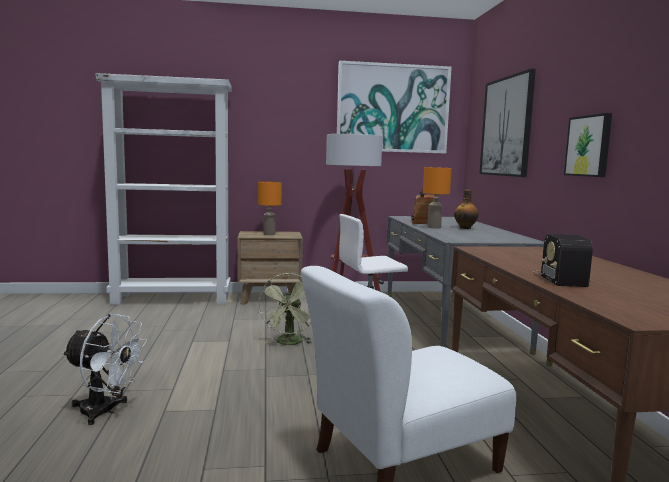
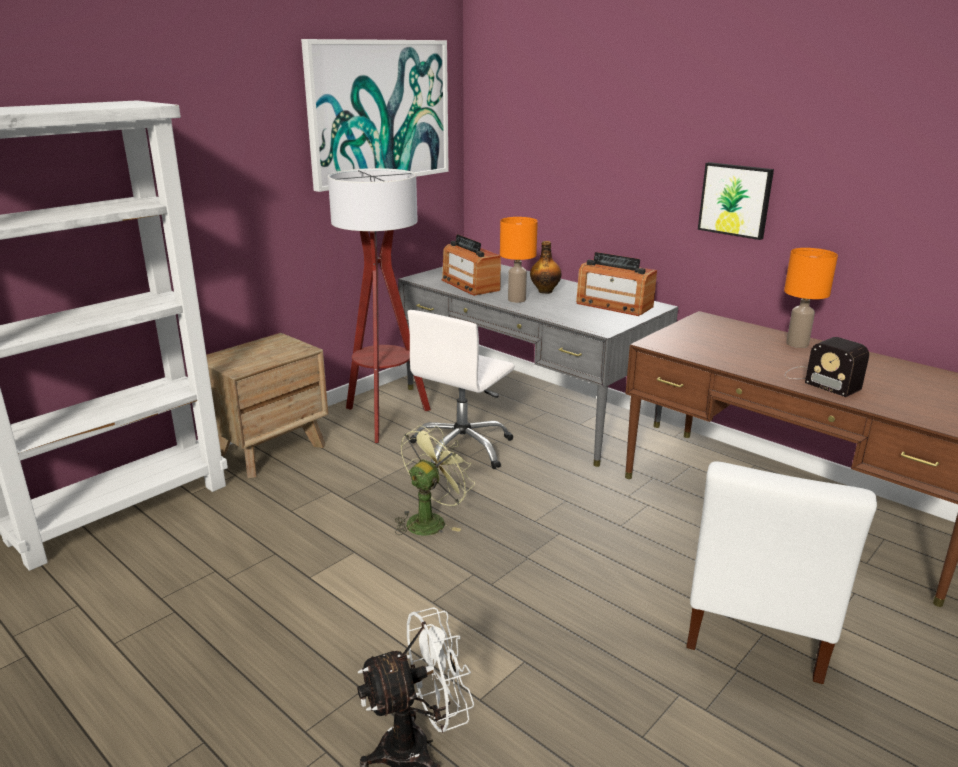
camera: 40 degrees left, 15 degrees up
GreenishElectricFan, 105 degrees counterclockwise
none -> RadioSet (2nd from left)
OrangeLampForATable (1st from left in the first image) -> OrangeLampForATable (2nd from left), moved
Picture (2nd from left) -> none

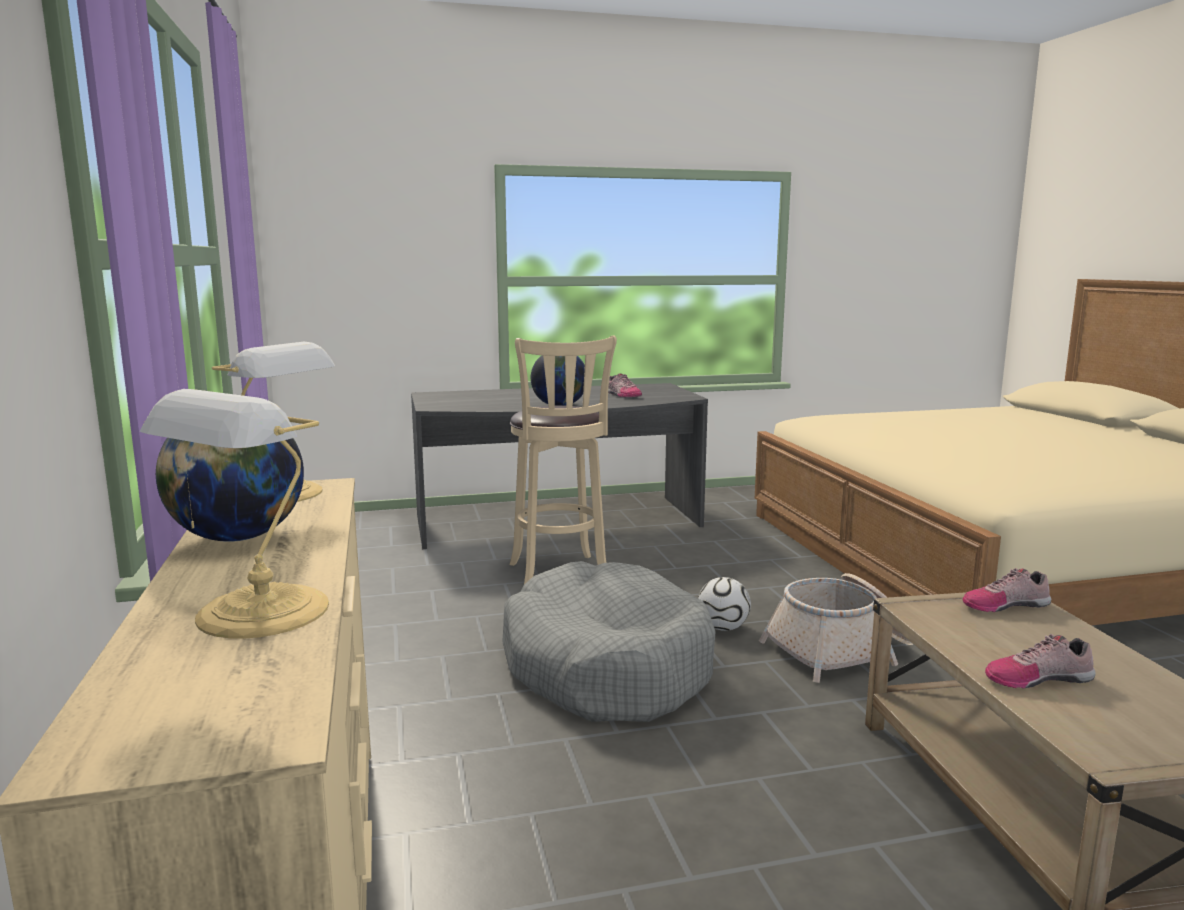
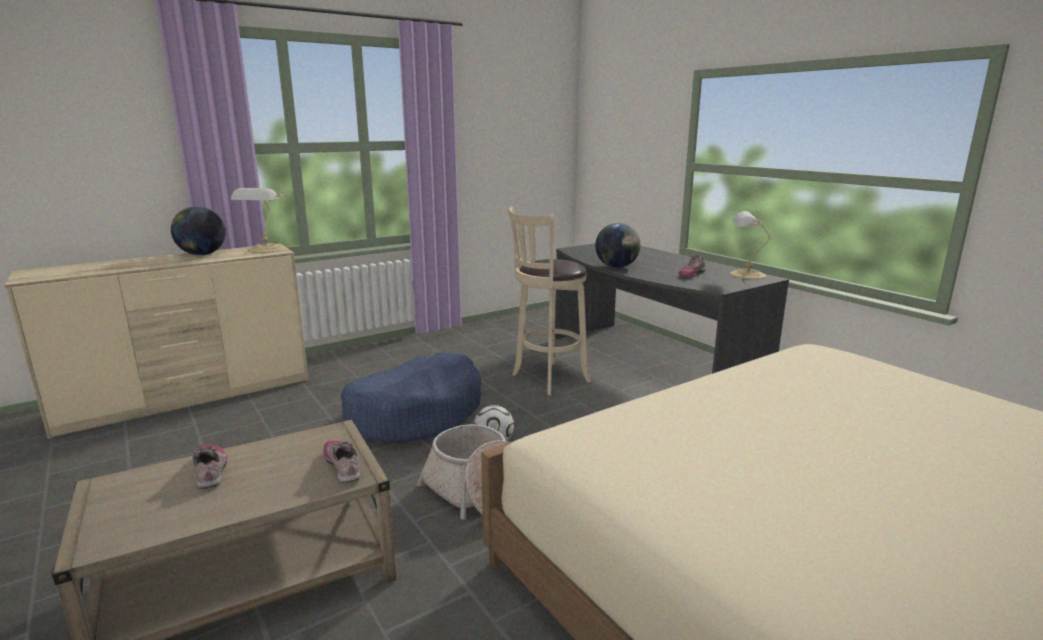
camera: 70 degrees right, 5 degrees up
GreyishDogCushion -> BlueDogCushion
LampForATable (1st from left in the first image) -> LampForATable (2nd from left), moved

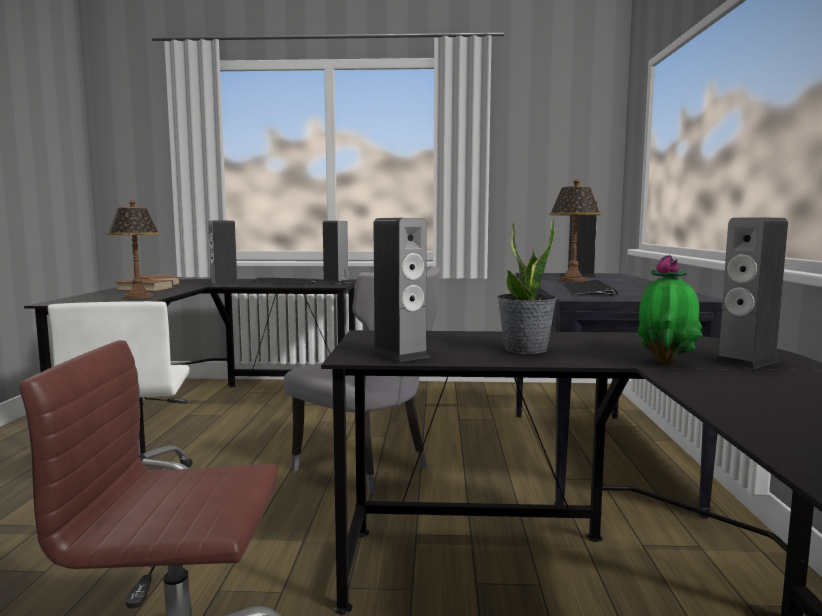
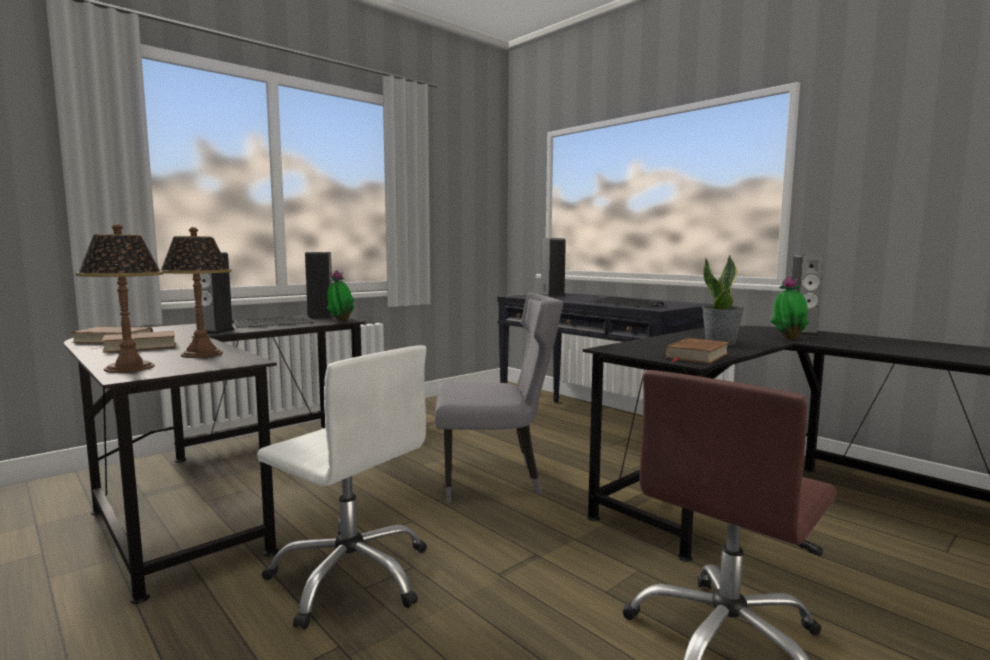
camera: 45 degrees left, 0 degrees up
LampForATable (2nd from left in the first image) -> LampForATable (1st from left), moved
none -> PottedPlant (1st from left)
AudioSpeaker (3rd from left) -> BrownVolume (3rd from left)

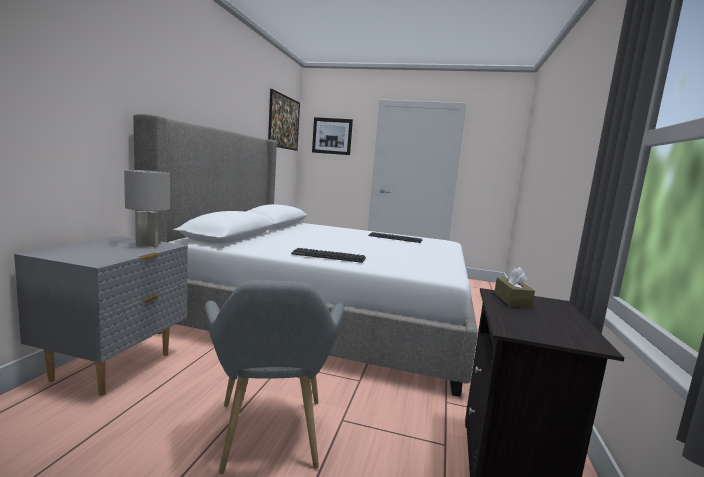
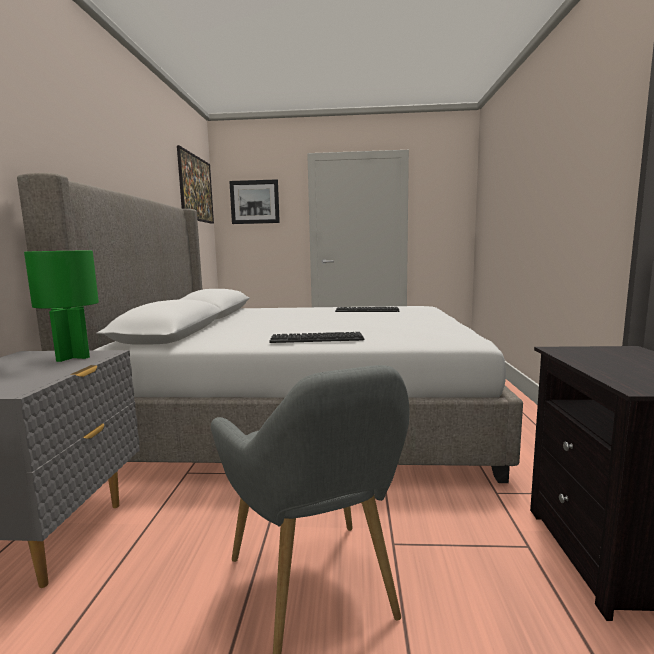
camera: 10 degrees left, 0 degrees up
GreyishLampForATable -> GreenishLampForATable
BrownTissueBox -> none

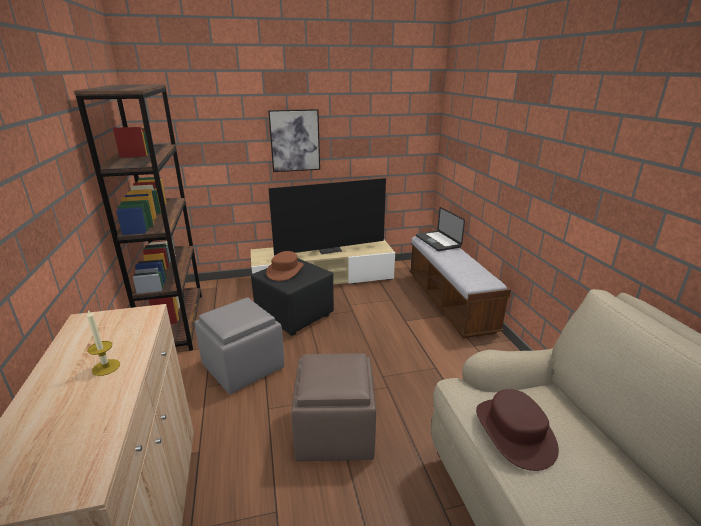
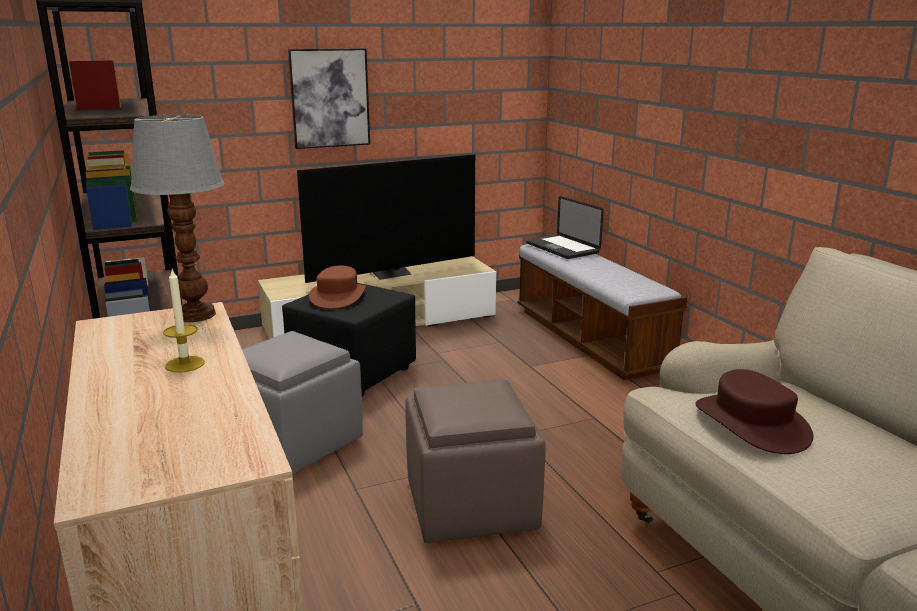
camera: 10 degrees left, 5 degrees down
none -> LampForATable

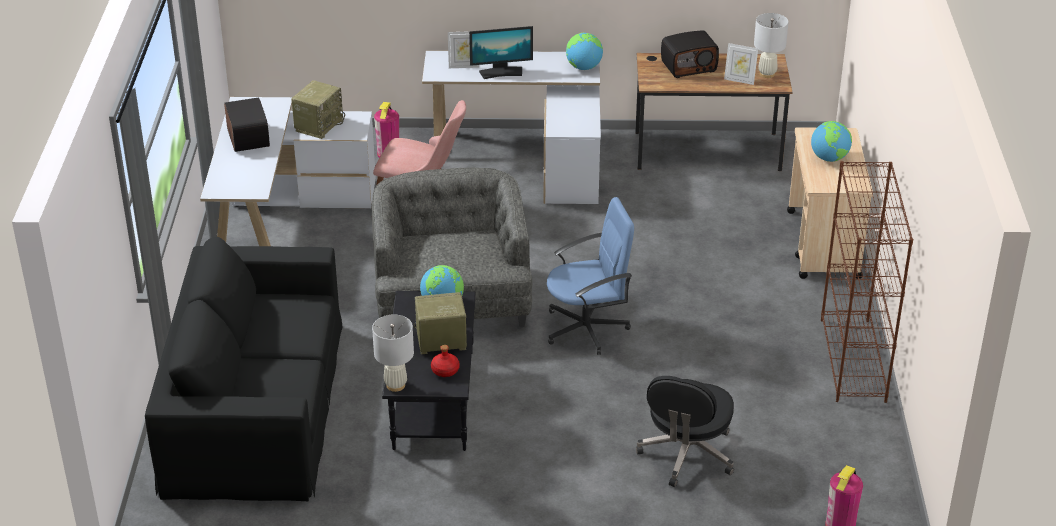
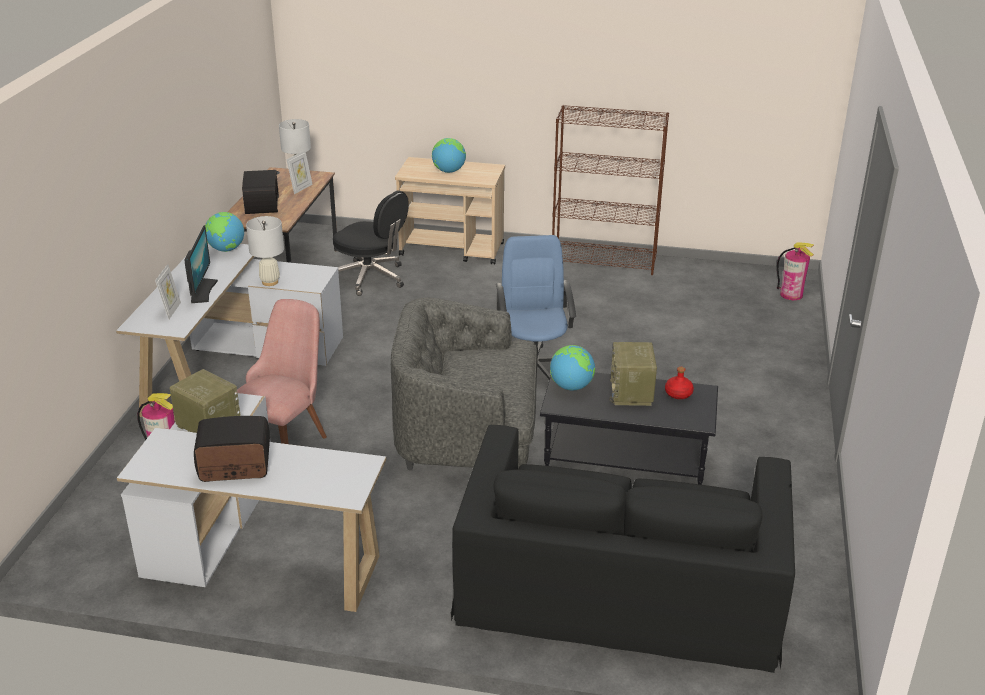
camera: 80 degrees left, 5 degrees down
WhiteColouredLampForATable (1st from left), moved
BlackOfficeChair, moved

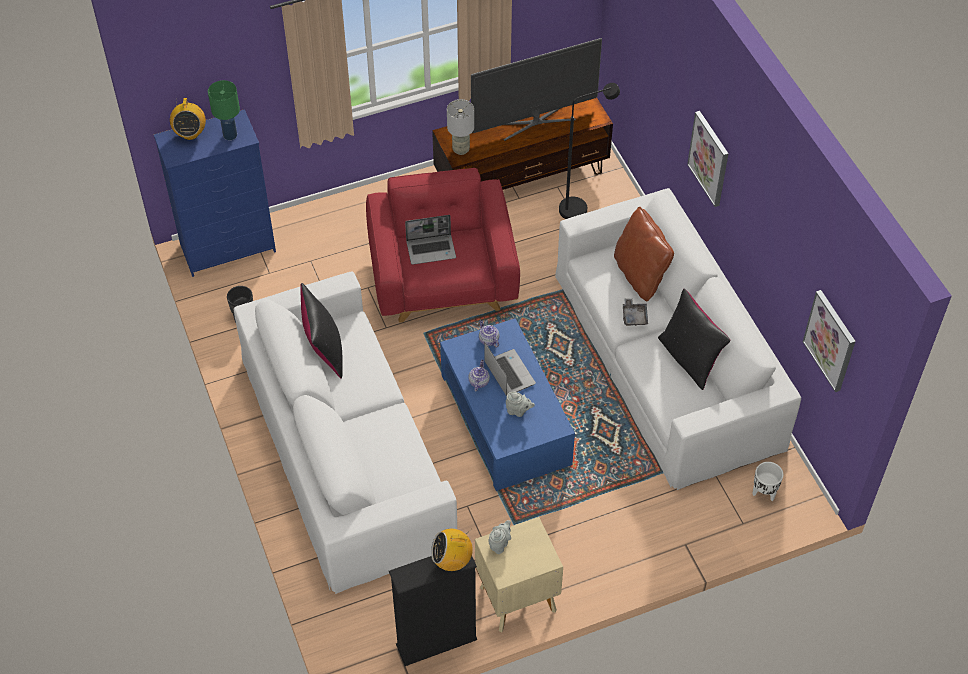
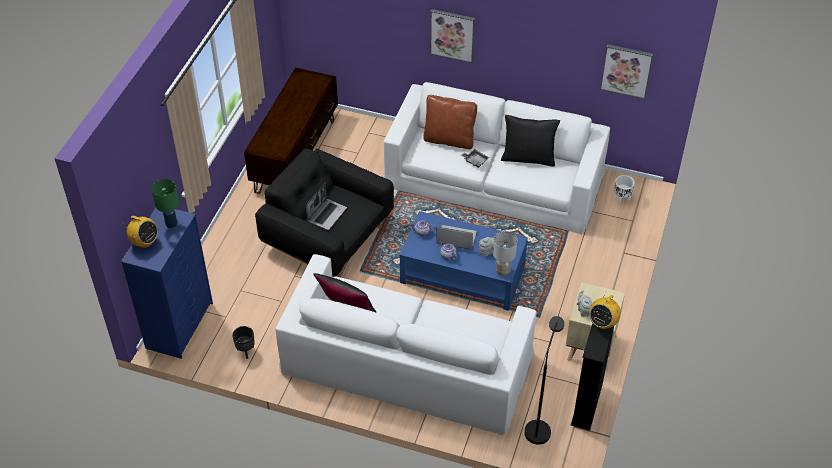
camera: 50 degrees left, 5 degrees down
RedColouredLoungeChair -> BlackLoungeChair
GreyishLampForATable, moved
BlackStandingLamp, moved
Television -> none

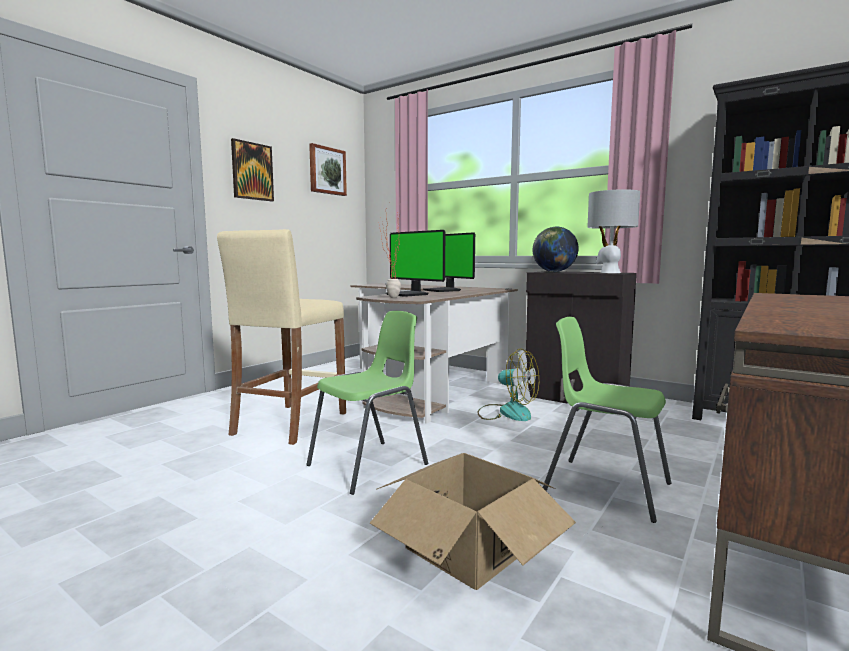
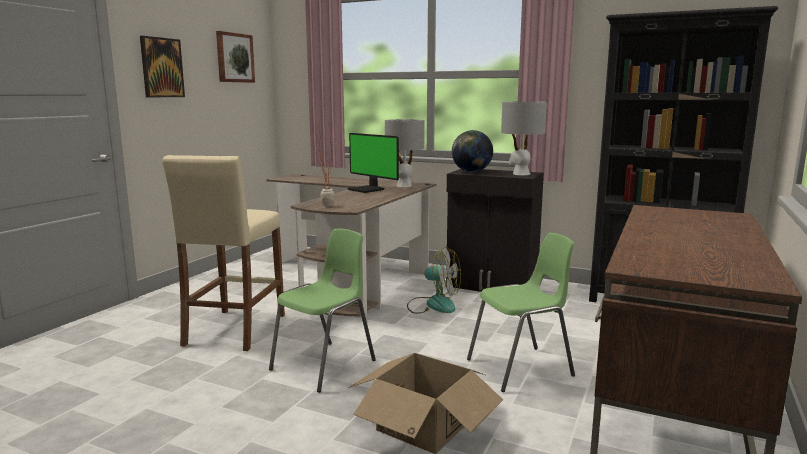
camera: 10 degrees left, 5 degrees up
none -> GreyishLampForATable (1st from left)
GreenishChair (2nd from left), 135 degrees clockwise
ComputerScreen (1st from left) -> none

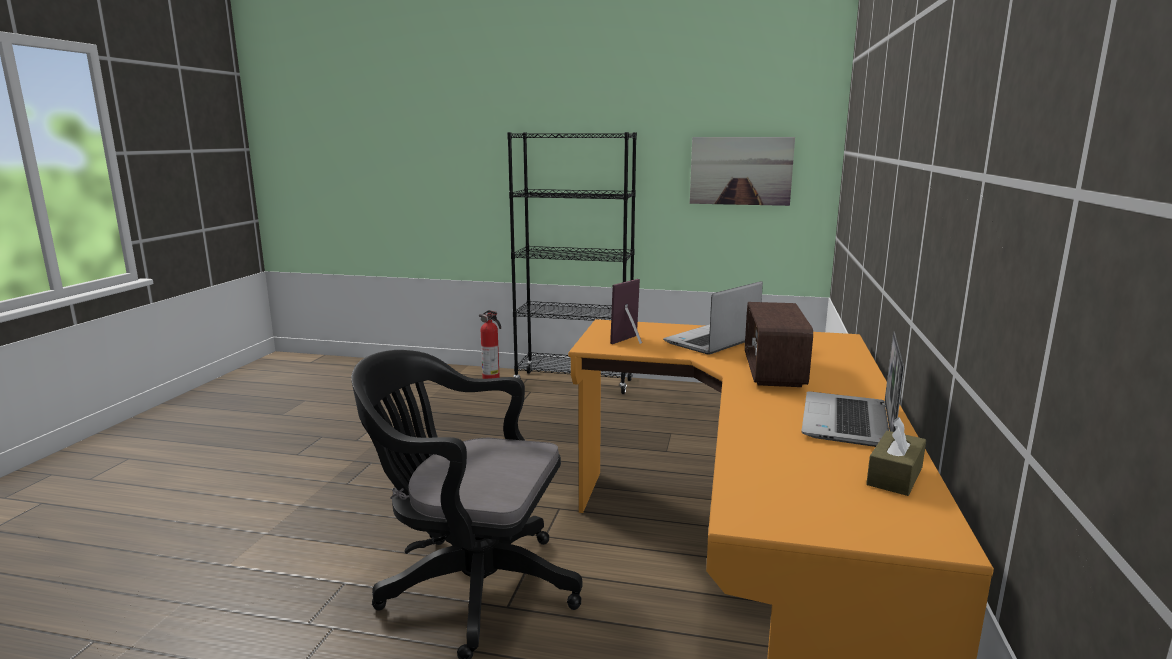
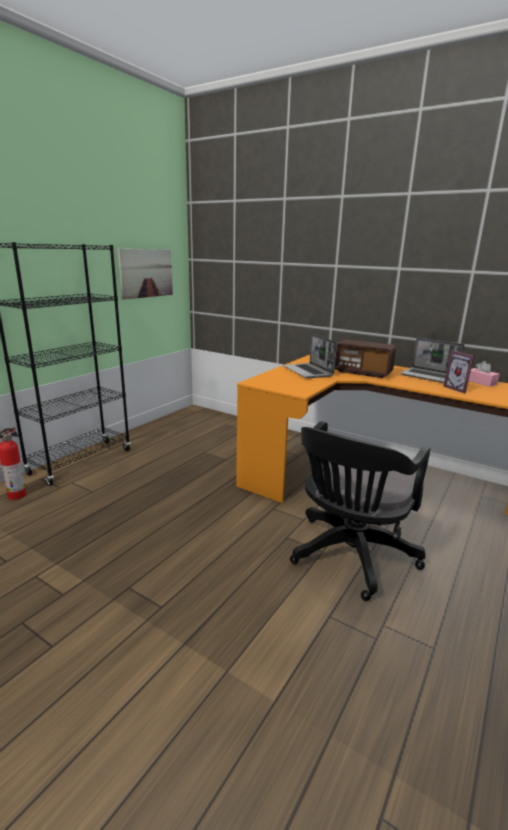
camera: 70 degrees left, 5 degrees up
StandingFrame, moved
BrownTissueBox -> PinkishTissueBox

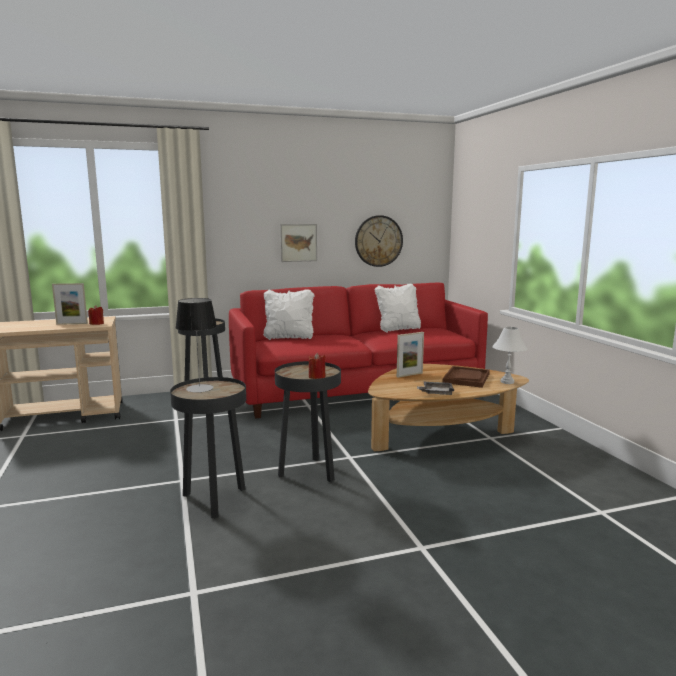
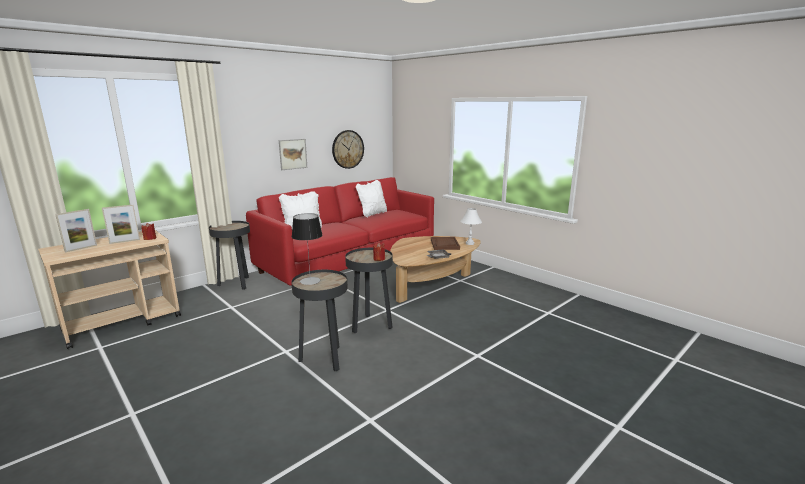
camera: 25 degrees left, 5 degrees up
StandingFrame (2nd from left in the first image) -> StandingFrame (1st from left), moved

